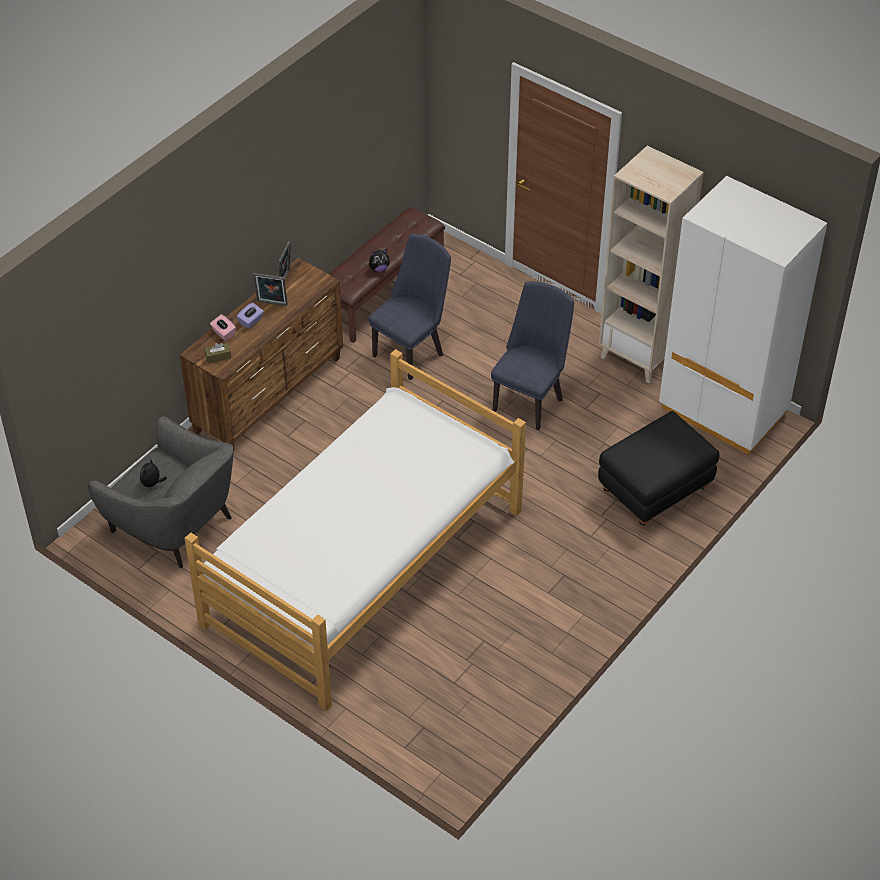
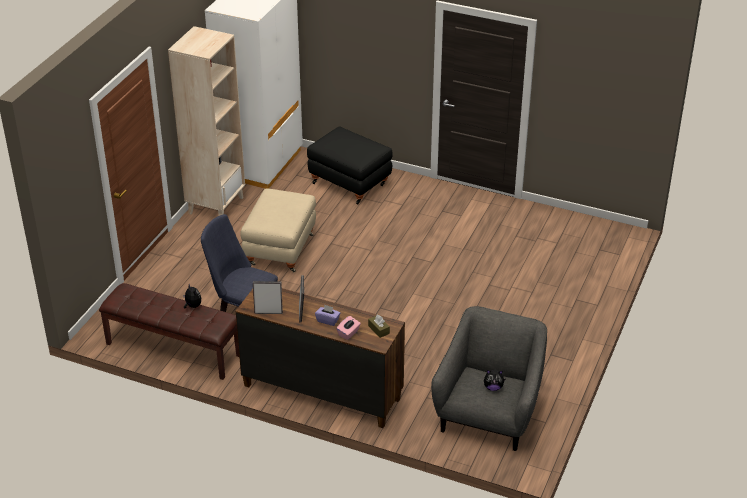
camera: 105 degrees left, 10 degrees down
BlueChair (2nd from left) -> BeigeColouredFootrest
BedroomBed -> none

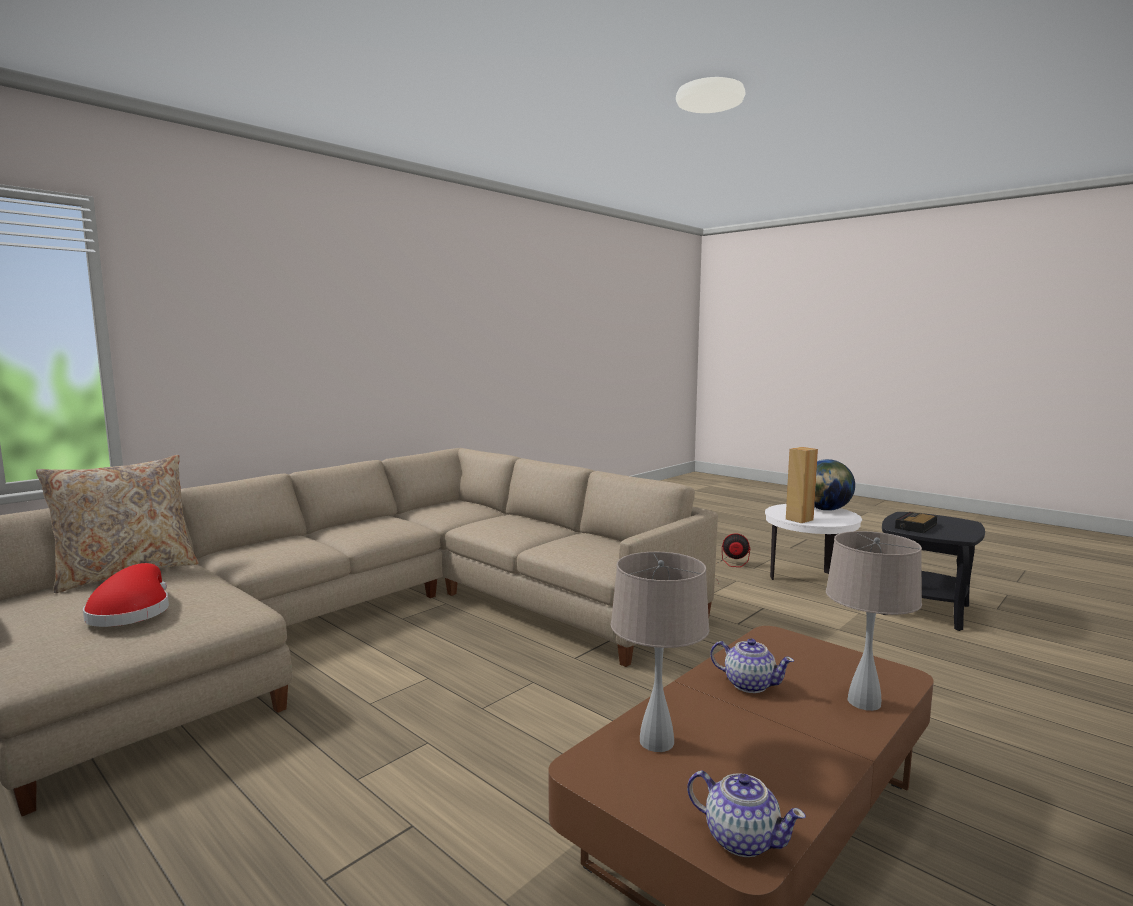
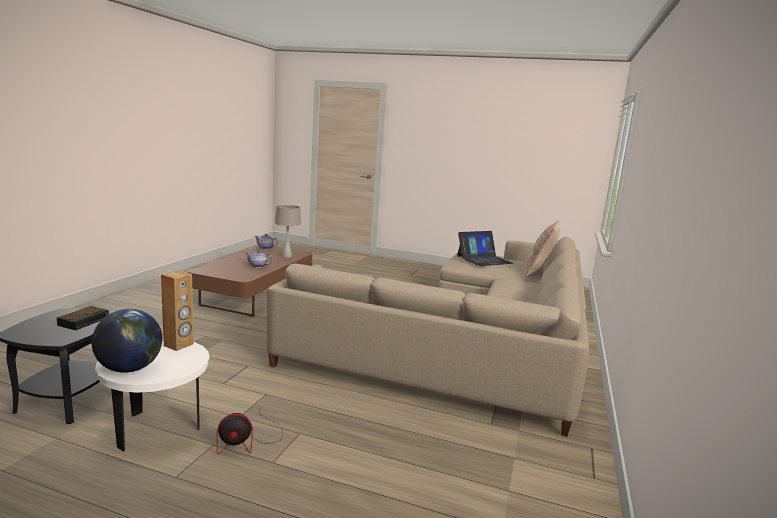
camera: 155 degrees right, 5 degrees up
RedColouredWearableHat -> NotebookComputer
BeigeColouredLampForATable (2nd from left) -> none

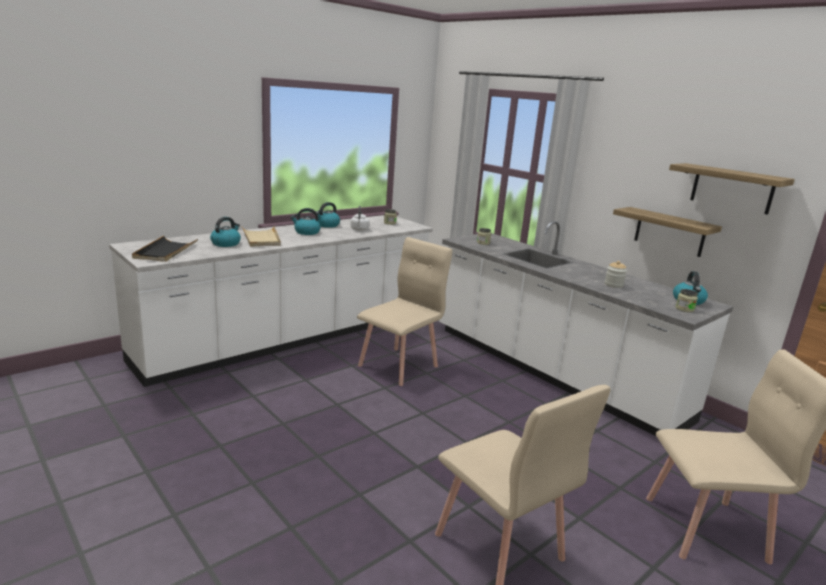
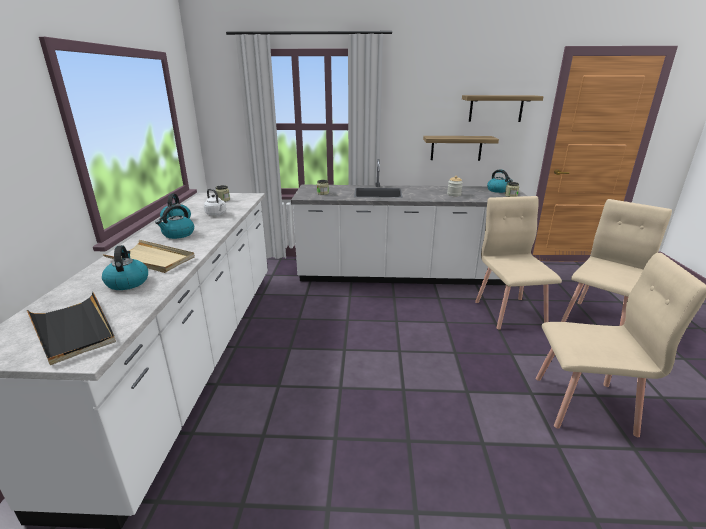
camera: 45 degrees left, 5 degrees up
BeigeColouredChair (1st from left), moved

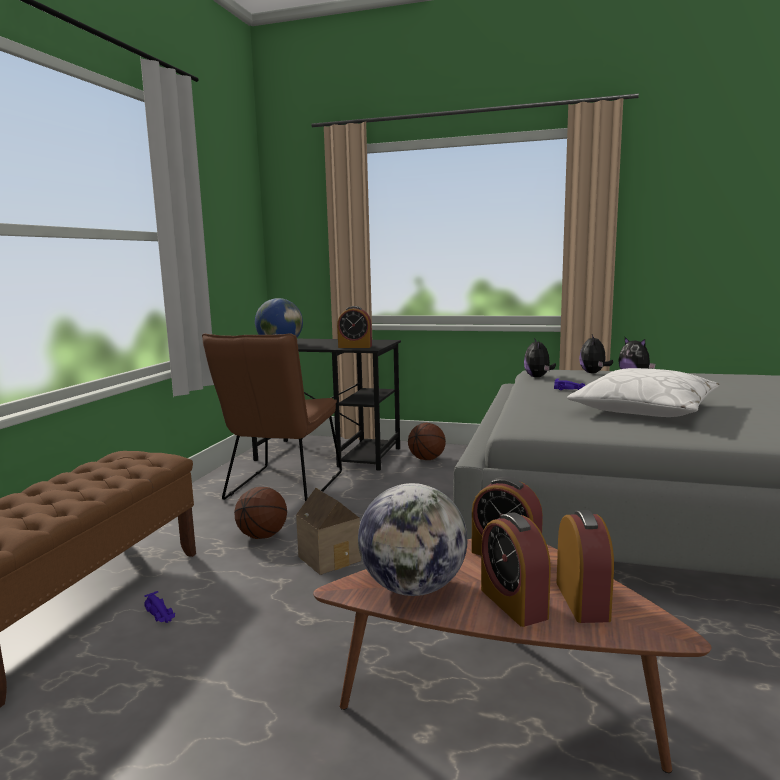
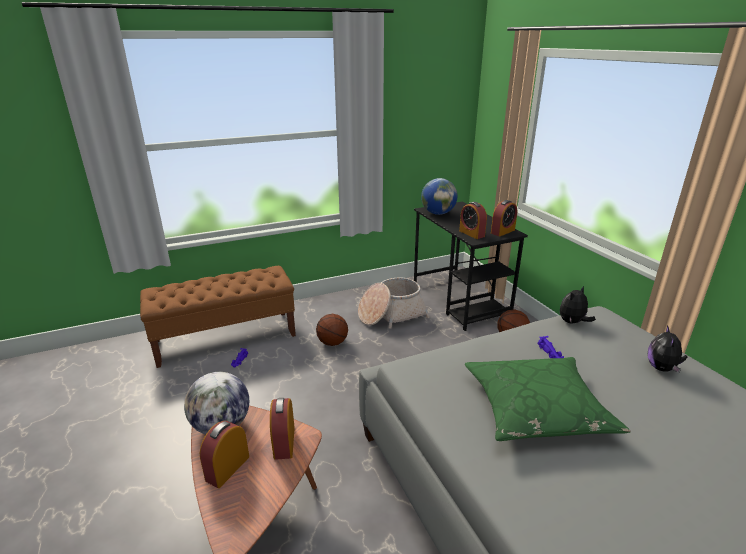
camera: 50 degrees right, 15 degrees up
BrownChair -> Basket
WhiteColouredThrowPillow -> GreenishThrowPillow
BedsideClock (4th from left), moved
MiniatureHouse -> none
SoftToy (2nd from left) -> none

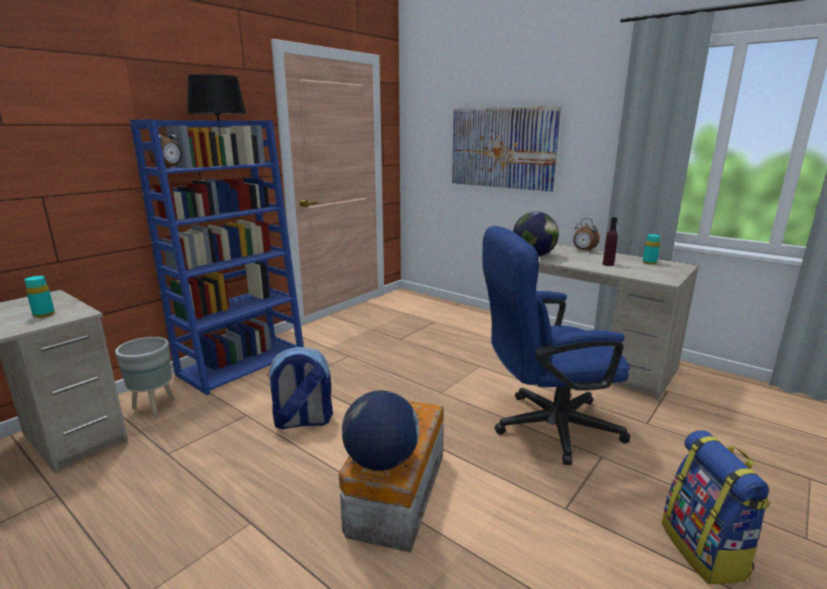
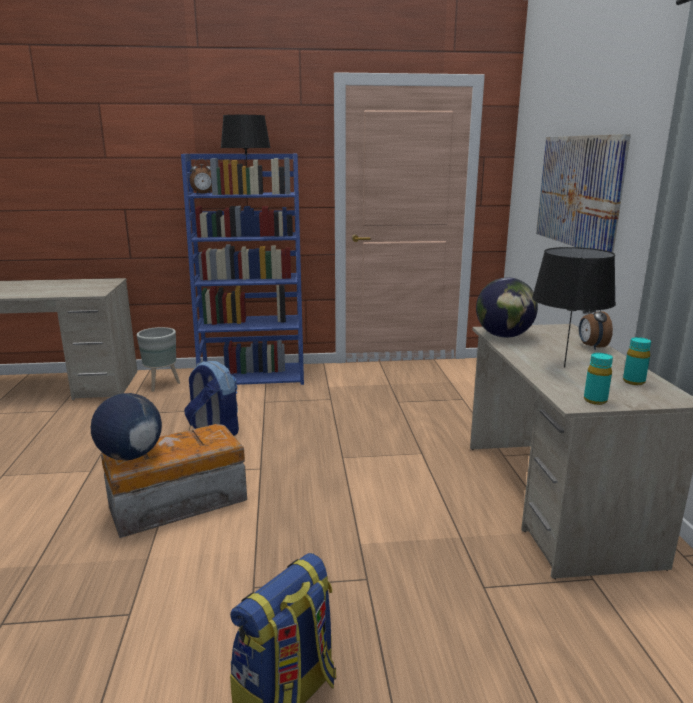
camera: 45 degrees right, 0 degrees up
PurpleBeverageBottle -> BlackLampForATable (2nd from left)
TurquoiseBeverageBottle (1st from left), moved
BlueOfficeChair -> none

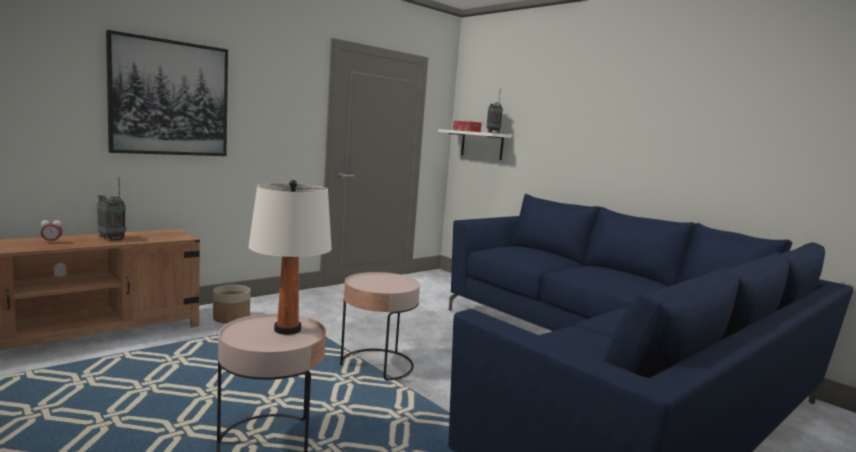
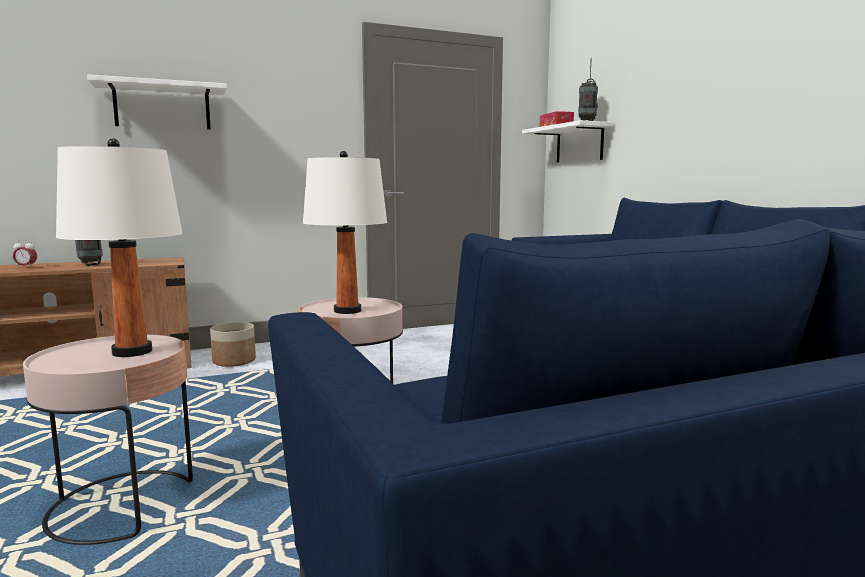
camera: 20 degrees right, 0 degrees up
Picture -> WhiteColouredWallShelf (1st from left)
none -> WhiteColouredLampForATable (2nd from left)

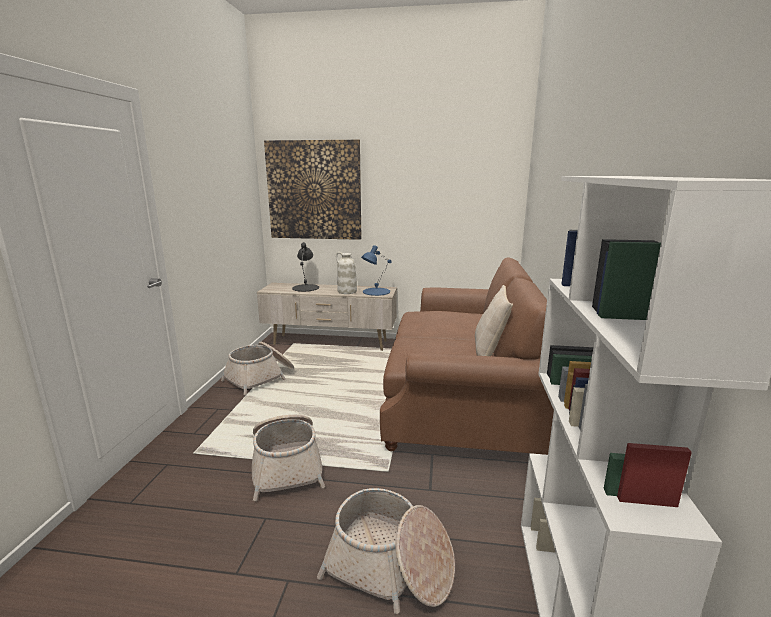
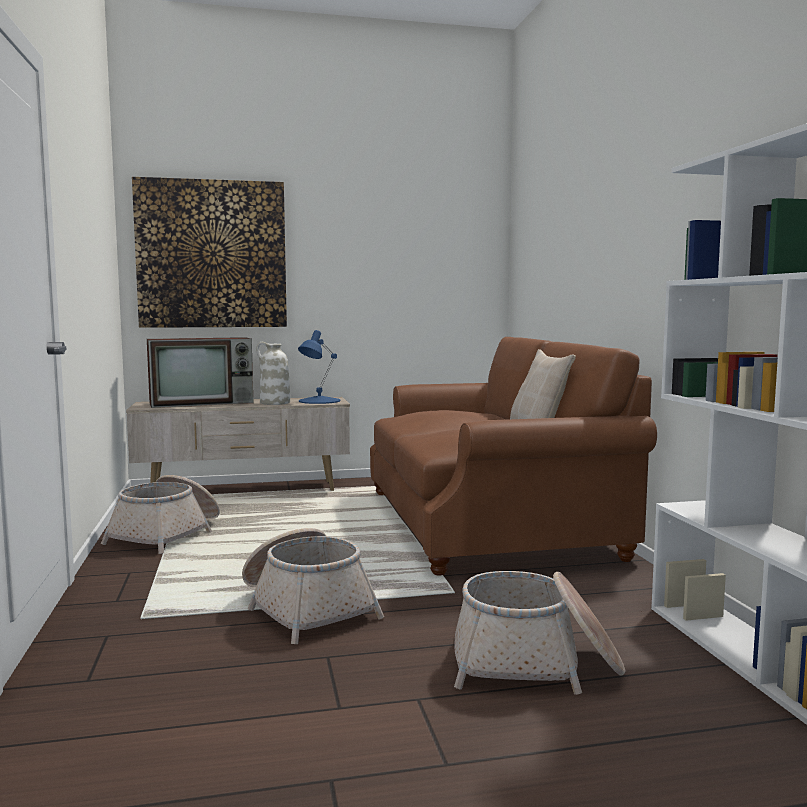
camera: 20 degrees left, 10 degrees down
BlackLampForATable -> Television

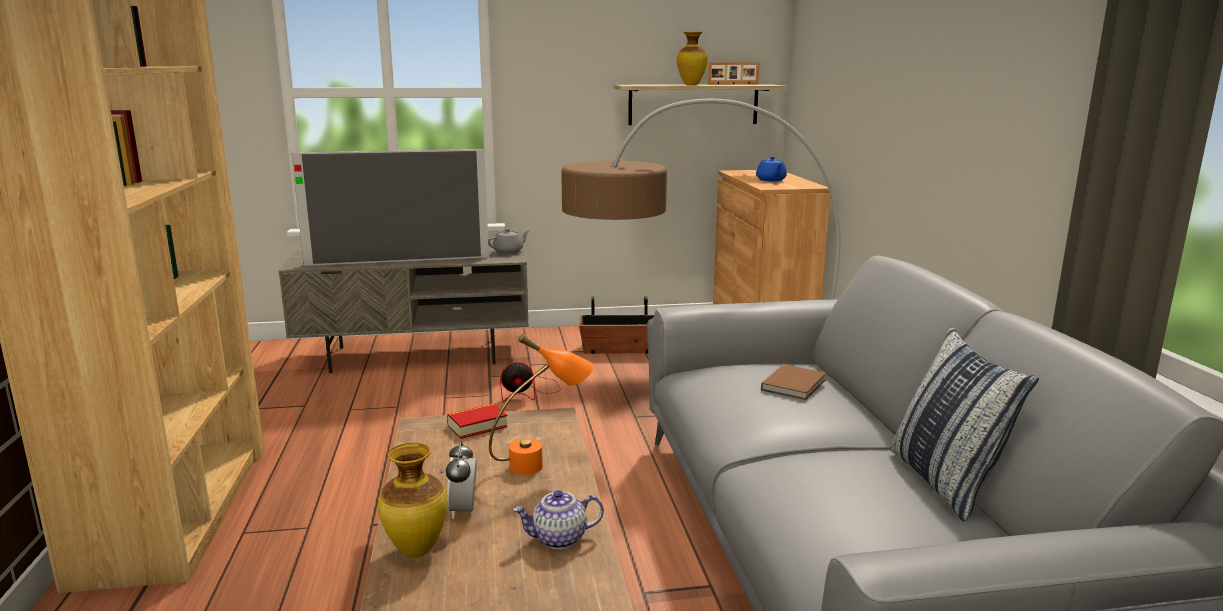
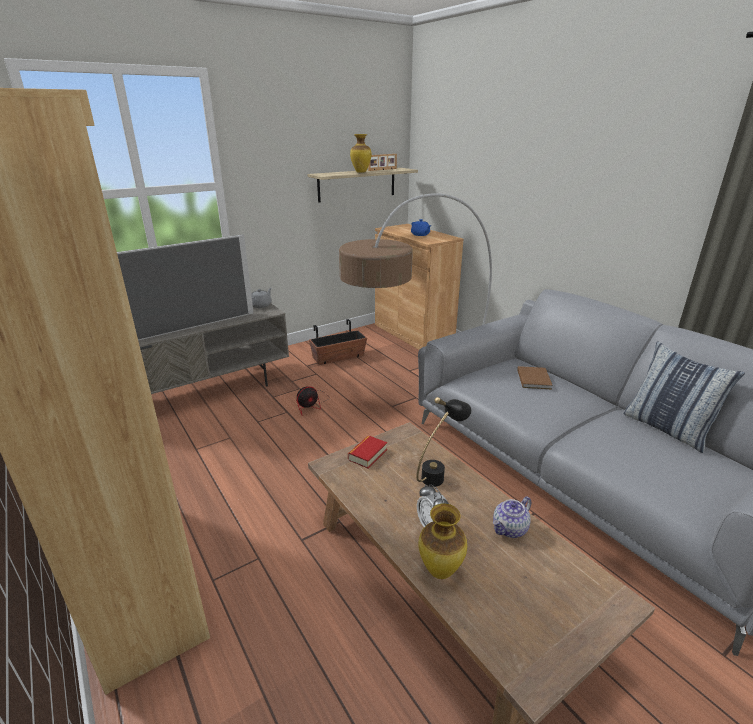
camera: 25 degrees left, 10 degrees up
OrangeLampForATable -> BlackLampForATable

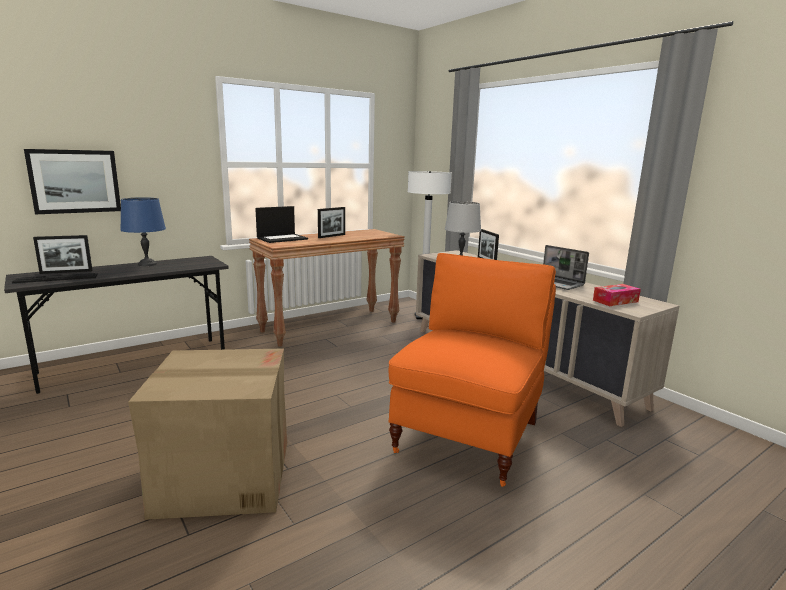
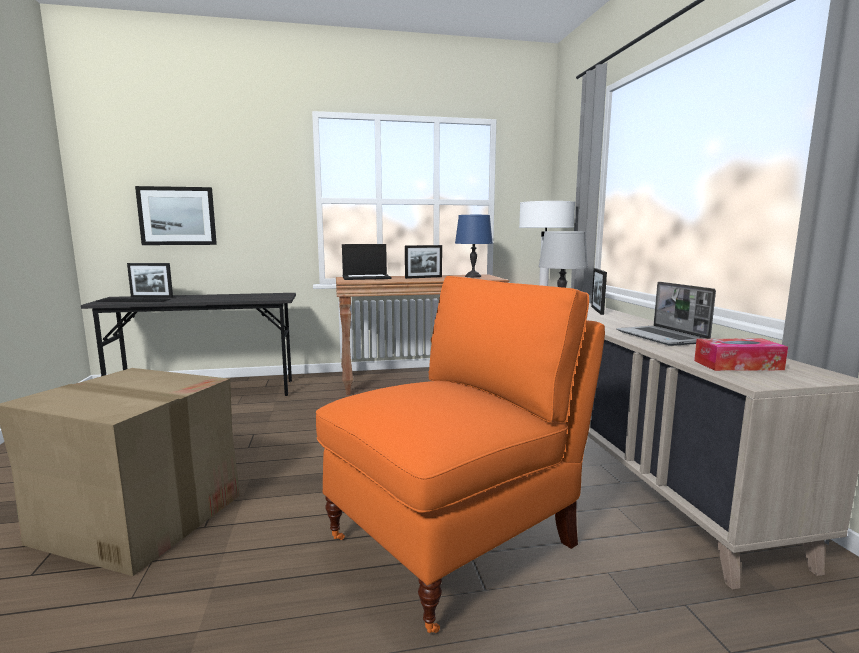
camera: 25 degrees right, 5 degrees down
BlueLampForATable, moved

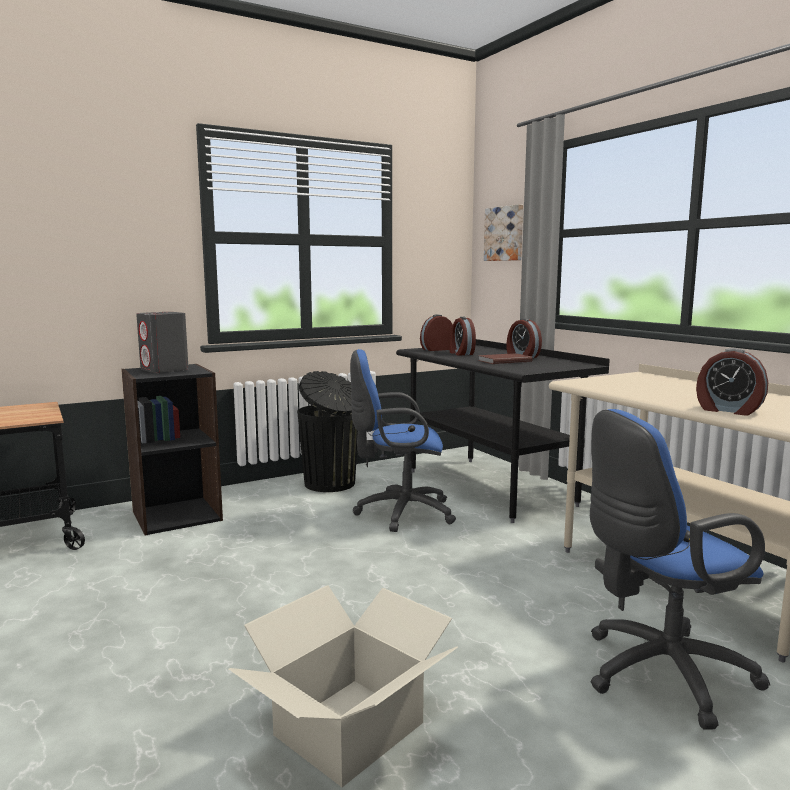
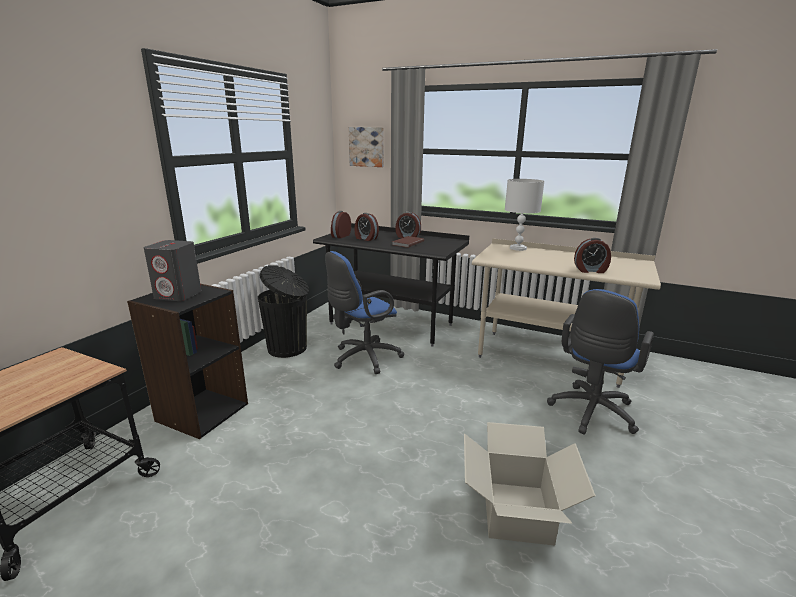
camera: 35 degrees left, 10 degrees up
none -> WhiteColouredLampForATable

